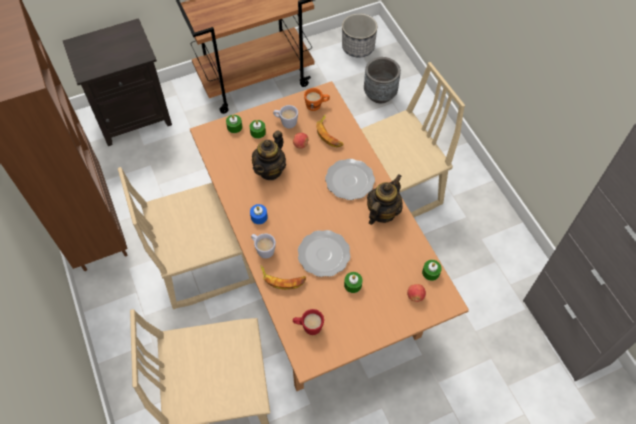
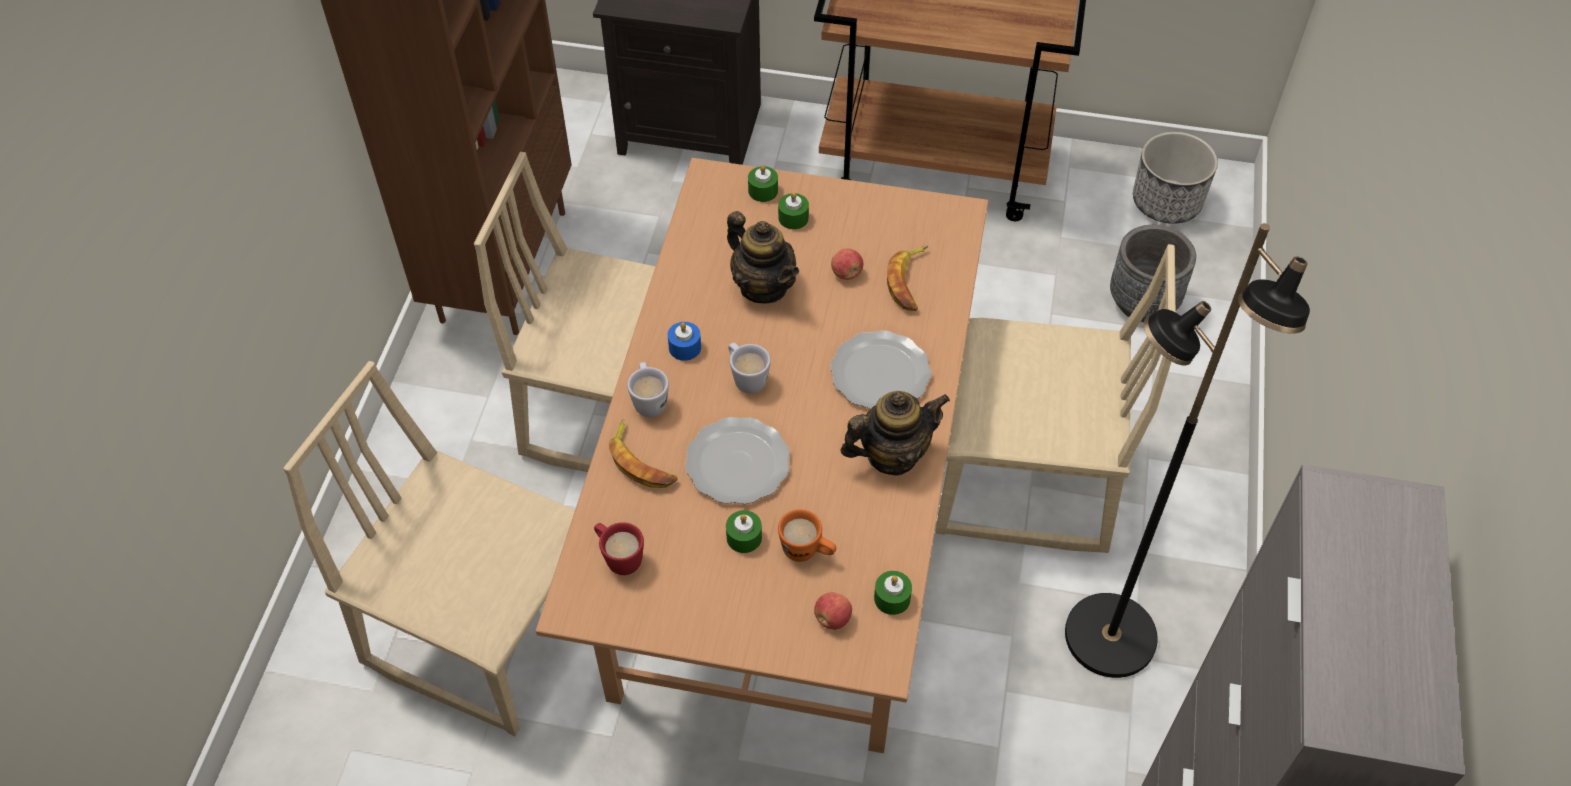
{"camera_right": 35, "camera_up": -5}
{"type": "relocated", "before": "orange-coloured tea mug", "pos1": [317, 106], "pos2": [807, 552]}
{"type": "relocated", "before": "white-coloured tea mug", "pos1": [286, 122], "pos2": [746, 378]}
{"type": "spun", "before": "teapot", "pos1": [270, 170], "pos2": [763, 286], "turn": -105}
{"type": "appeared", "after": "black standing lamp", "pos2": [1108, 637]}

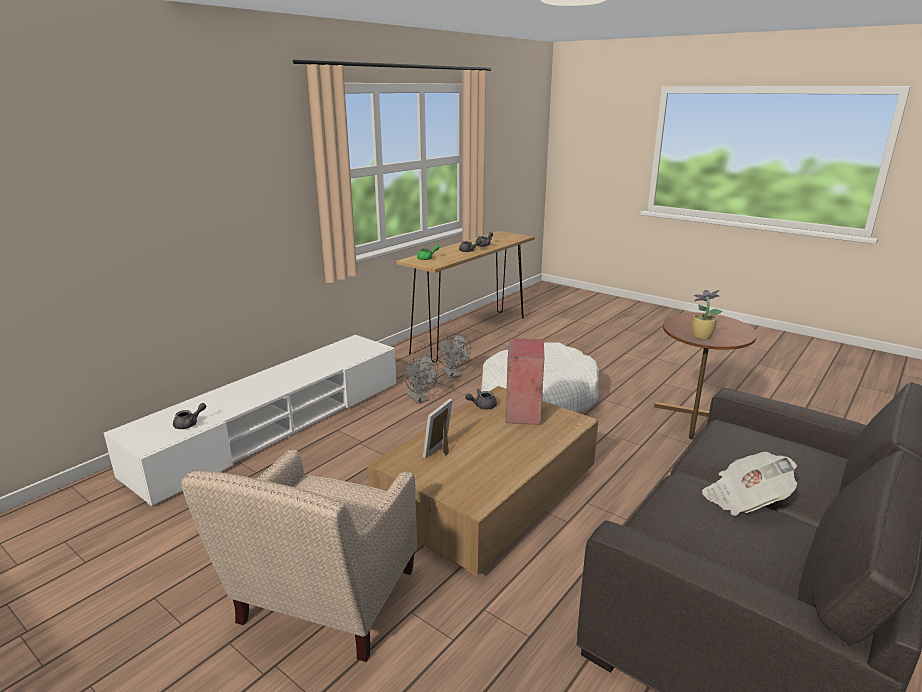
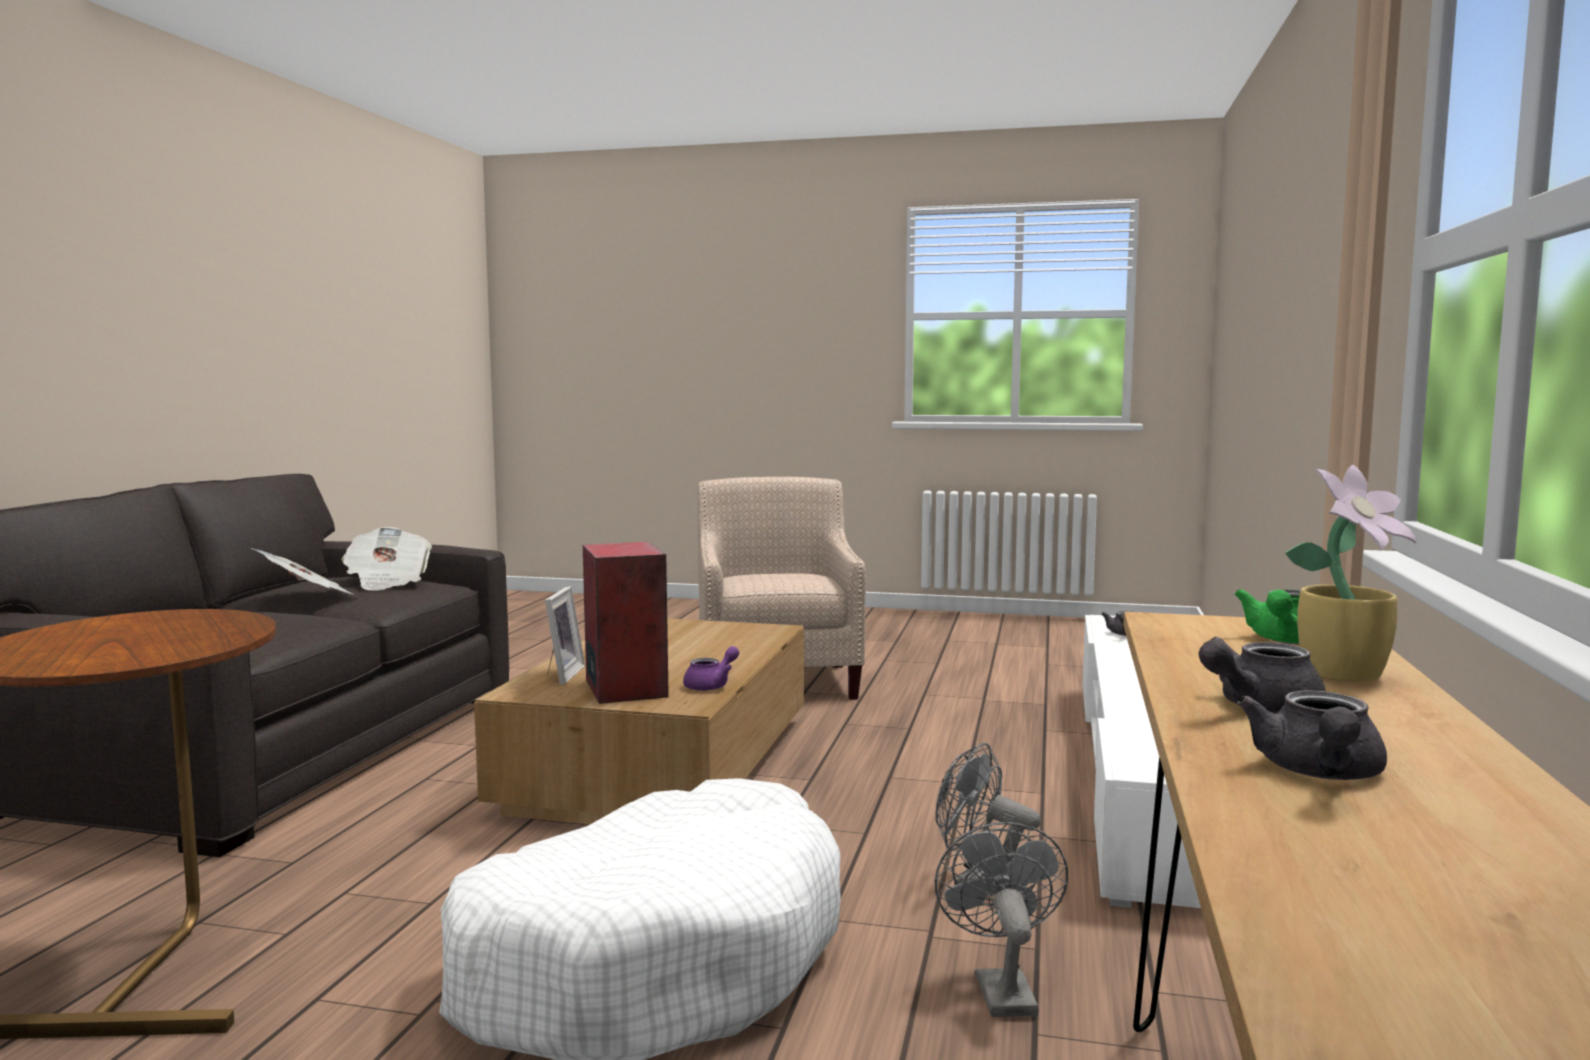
{"camera_right": 155, "camera_up": -15}
{"type": "relocated", "before": "plant in a pot", "pos1": [700, 336], "pos2": [1346, 674]}
{"type": "spun", "before": "grey fan", "pos1": [453, 375], "pos2": [1000, 988], "turn": 45}
{"type": "colour", "before": "grey teapot", "after": "purple-coloured teapot", "pos1": [482, 406], "pos2": [711, 685]}
{"type": "relocated", "before": "picture frame", "pos1": [441, 450], "pos2": [560, 675]}
{"type": "appeared", "after": "printed paper", "pos2": [387, 582]}

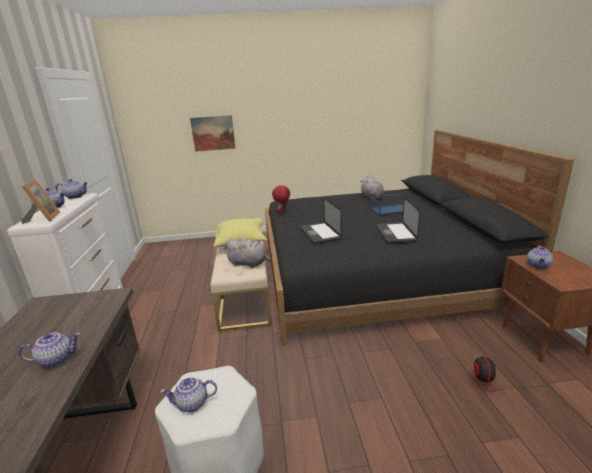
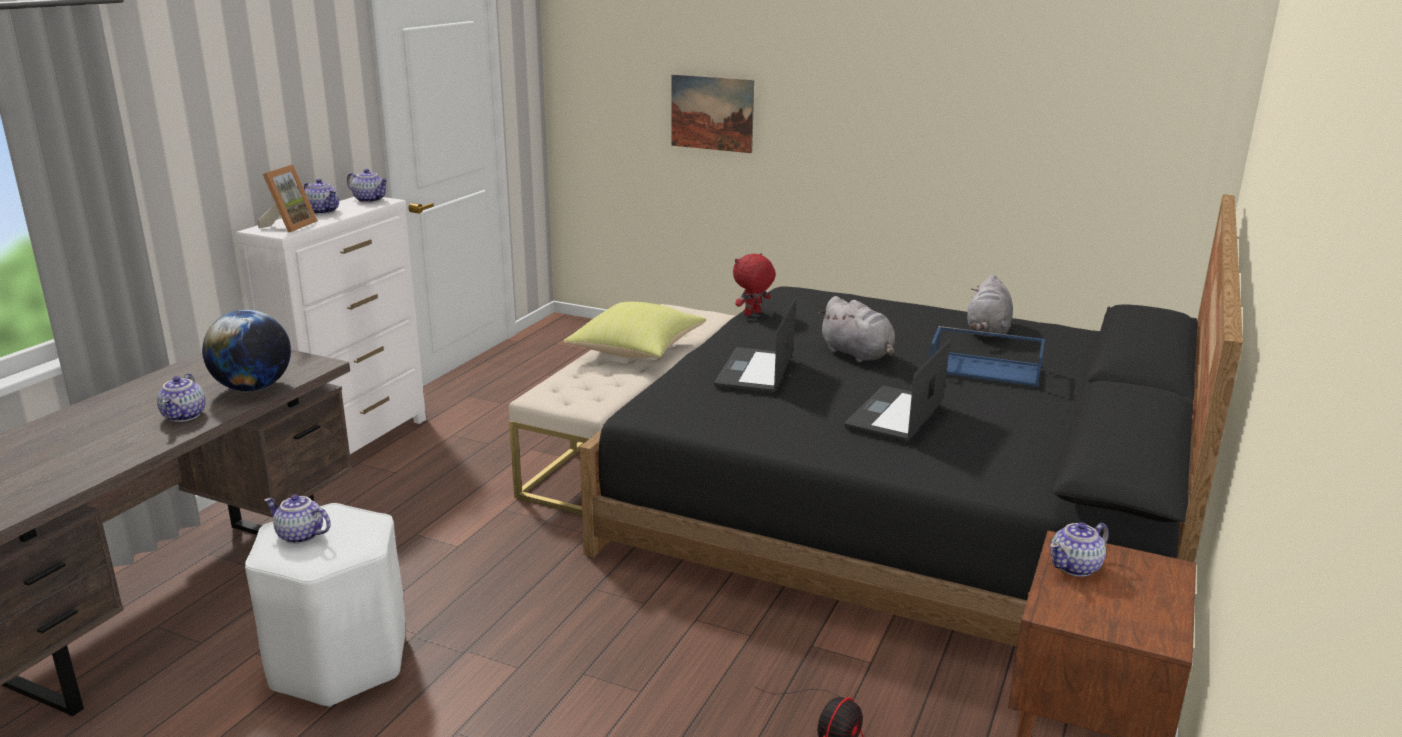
{"camera_right": 30, "camera_up": 0}
{"type": "relocated", "before": "grey plush toy", "pos1": [249, 264], "pos2": [858, 355]}
{"type": "spun", "before": "teapot", "pos1": [57, 359], "pos2": [185, 416], "turn": 75}
{"type": "appeared", "after": "world globe", "pos2": [253, 388]}

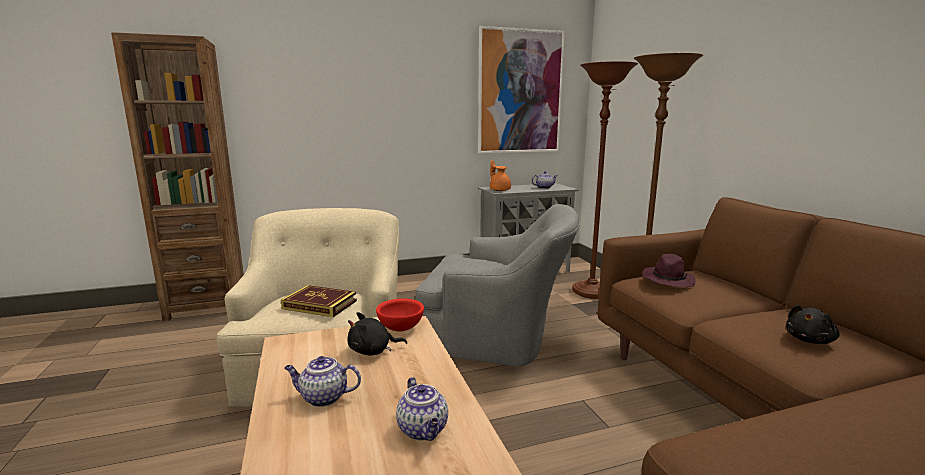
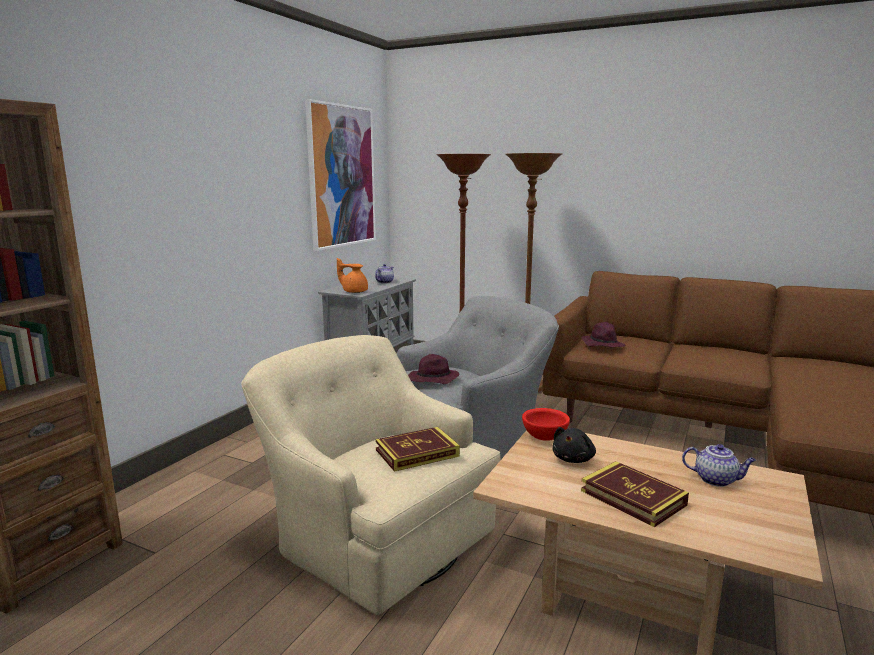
{"camera_right": -45, "camera_up": 0}
{"type": "missing", "before": "black plush toy", "pos1": [810, 340]}
{"type": "exchanged", "before": "teapot", "after": "book", "pos1": [323, 398], "pos2": [633, 498]}
{"type": "appeared", "after": "purple-coloured wearable hat", "pos2": [432, 379]}

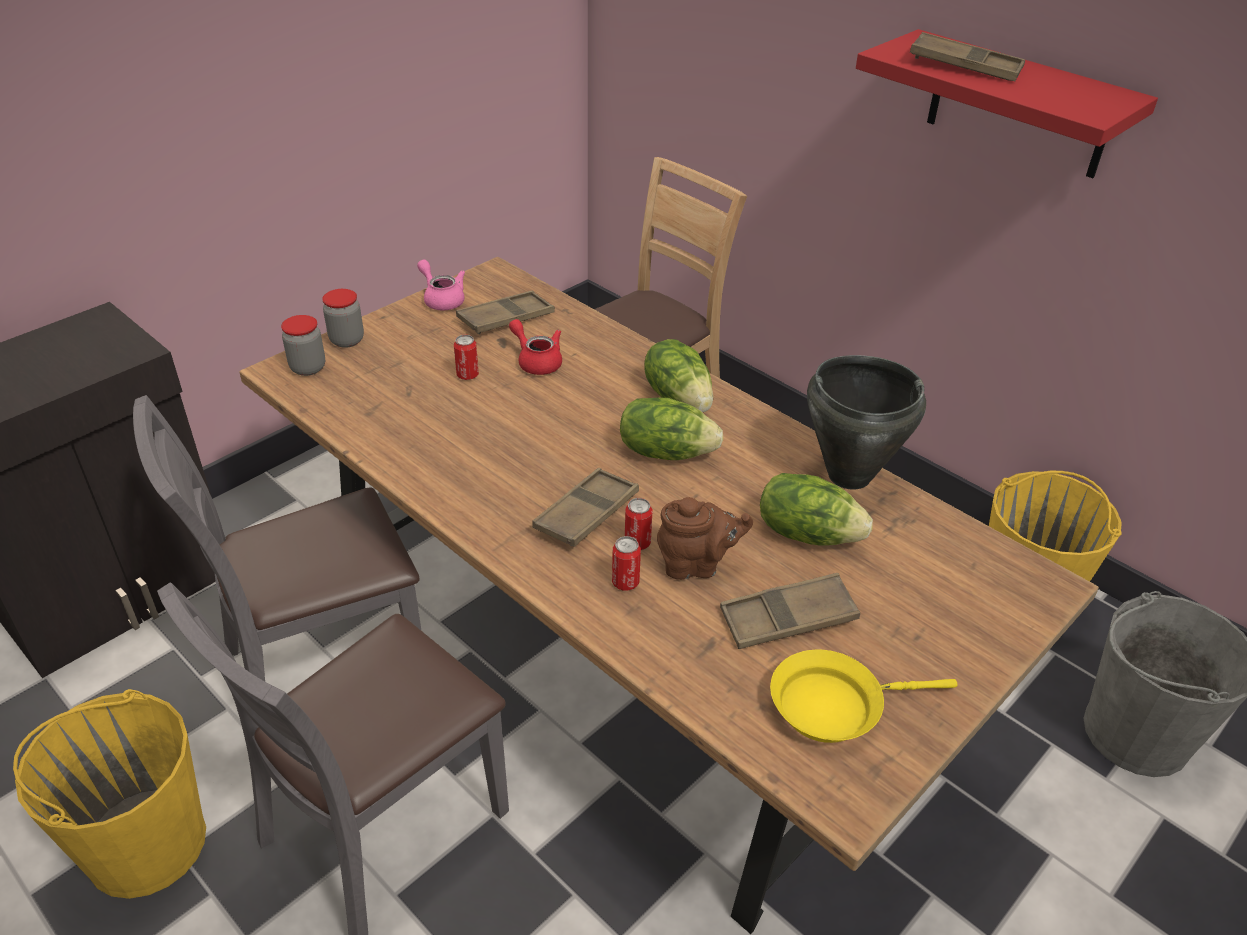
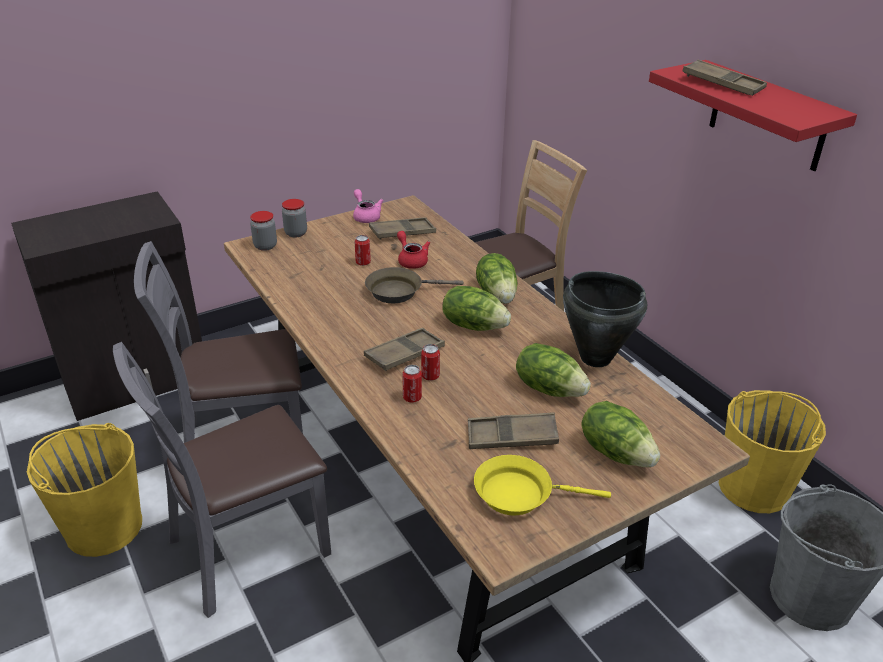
{"camera_right": 15, "camera_up": -5}
{"type": "missing", "before": "brown teapot", "pos1": [696, 565]}
{"type": "appeared", "after": "brown skillet", "pos2": [399, 291]}
{"type": "appeared", "after": "lettuce head", "pos2": [616, 452]}

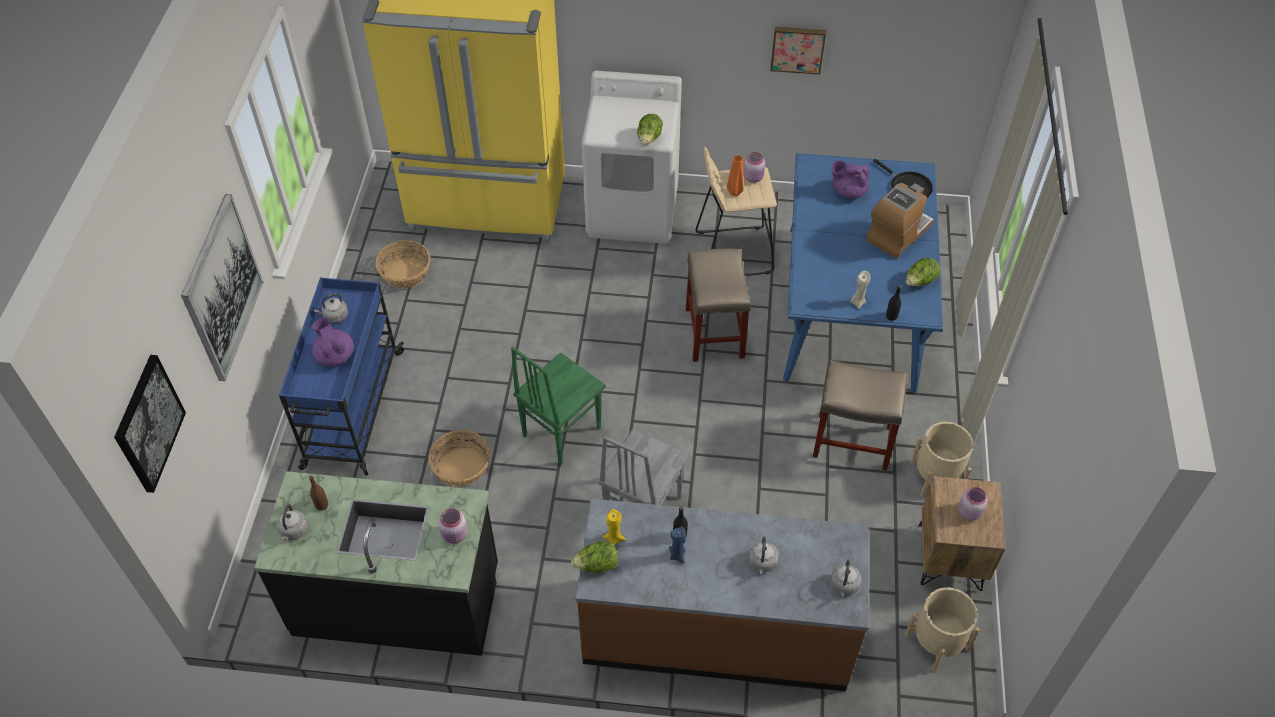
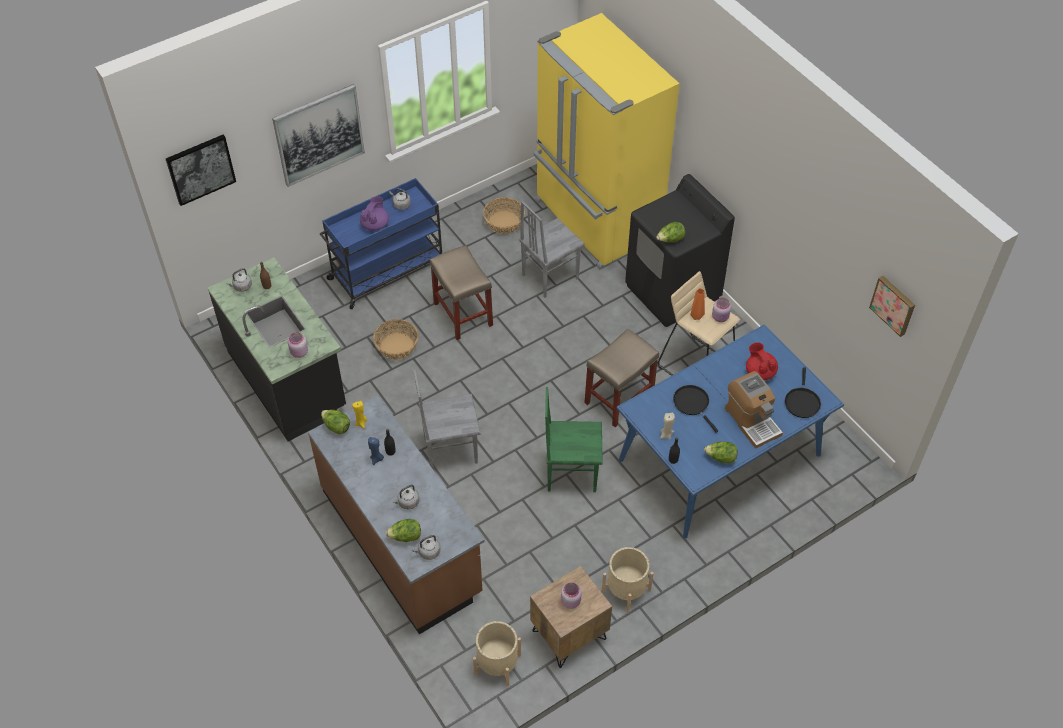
{"camera_right": 50, "camera_up": 0}
{"type": "relocated", "before": "picture", "pos1": [797, 48], "pos2": [893, 305]}
{"type": "colour", "before": "white-coloured laundry appliance", "after": "black laundry appliance", "pos1": [633, 211], "pos2": [673, 292]}
{"type": "colour", "before": "purple-coloured teapot", "after": "reddish teapot", "pos1": [848, 191], "pos2": [760, 372]}
{"type": "spun", "before": "coffee maker", "pos1": [898, 233], "pos2": [752, 421], "turn": 60}
{"type": "relocated", "before": "green upright chair", "pos1": [560, 431], "pos2": [571, 473]}
{"type": "relocated", "before": "sand-coloured stool seat", "pos1": [851, 441], "pos2": [462, 313]}
{"type": "appeared", "after": "grey upright chair", "pos2": [549, 276]}
{"type": "appeared", "after": "black skillet", "pos2": [692, 404]}
{"type": "appeared", "after": "lettuce head", "pos2": [405, 537]}

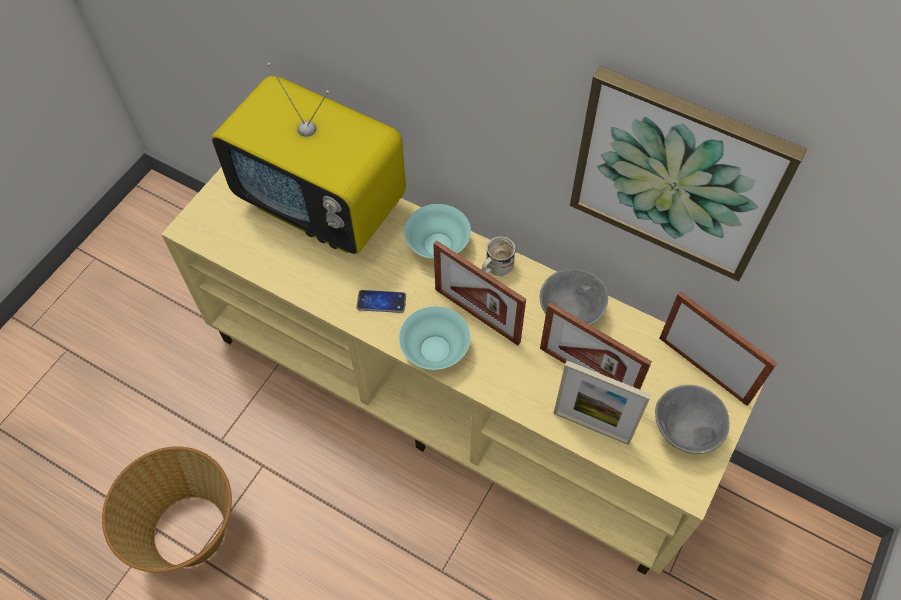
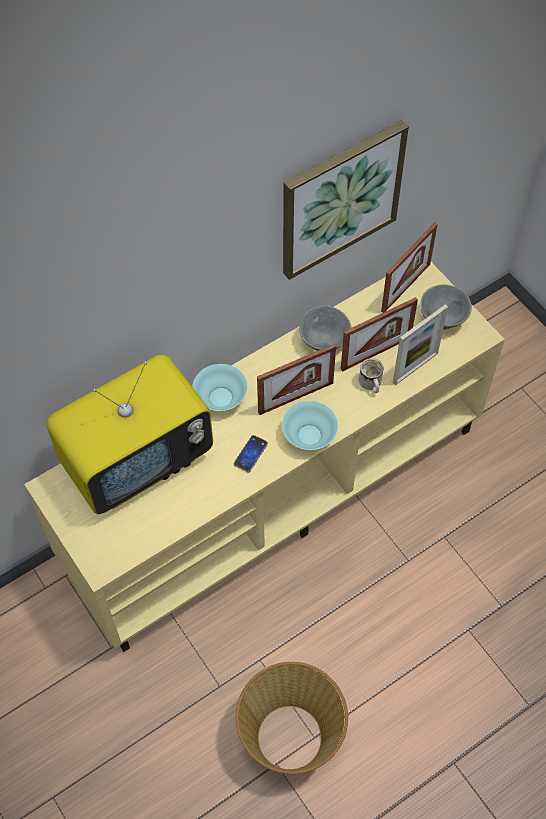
{"camera_right": -65, "camera_up": 0}
{"type": "relocated", "before": "white-coloured tea mug", "pos1": [495, 267], "pos2": [371, 384]}
{"type": "spun", "before": "picture frame", "pos1": [703, 370], "pos2": [405, 287], "turn": 150}

